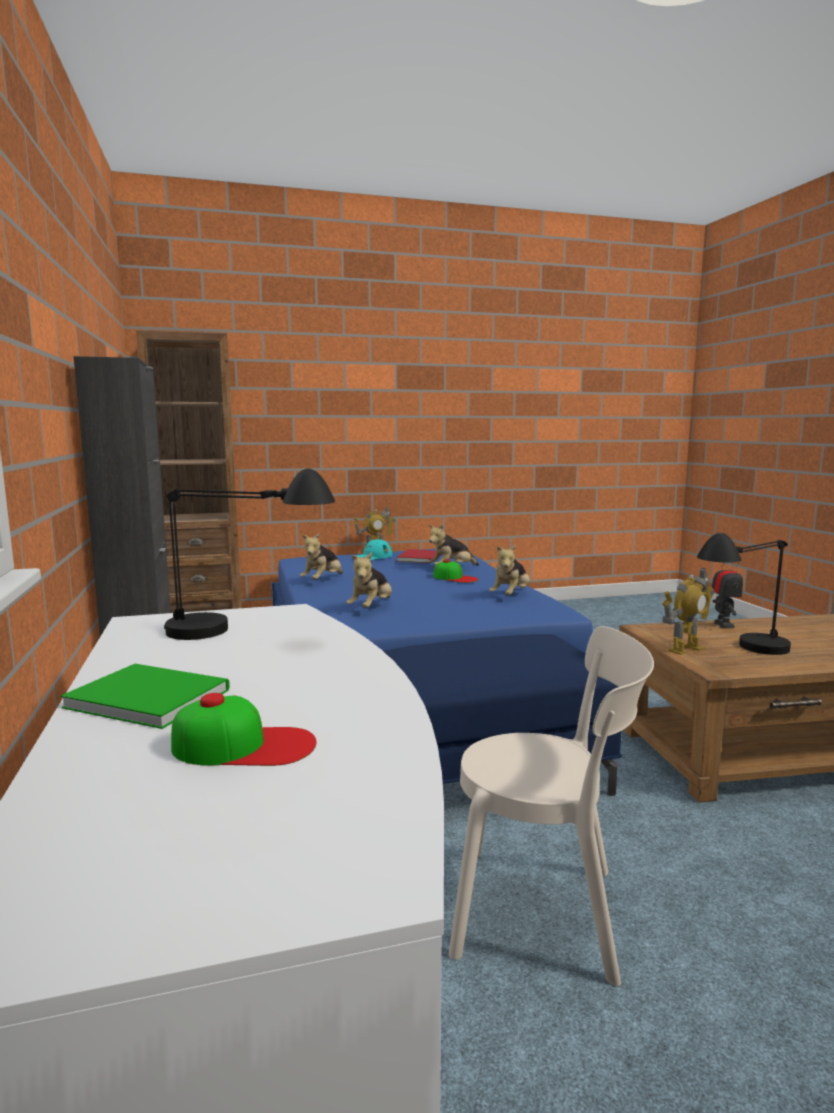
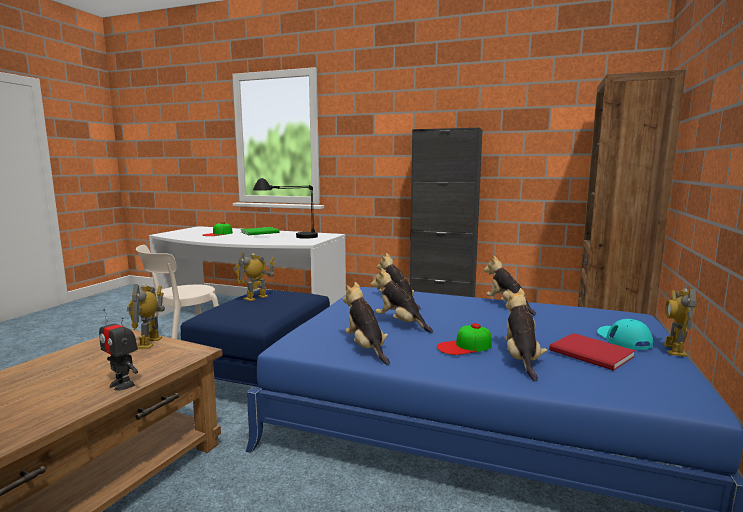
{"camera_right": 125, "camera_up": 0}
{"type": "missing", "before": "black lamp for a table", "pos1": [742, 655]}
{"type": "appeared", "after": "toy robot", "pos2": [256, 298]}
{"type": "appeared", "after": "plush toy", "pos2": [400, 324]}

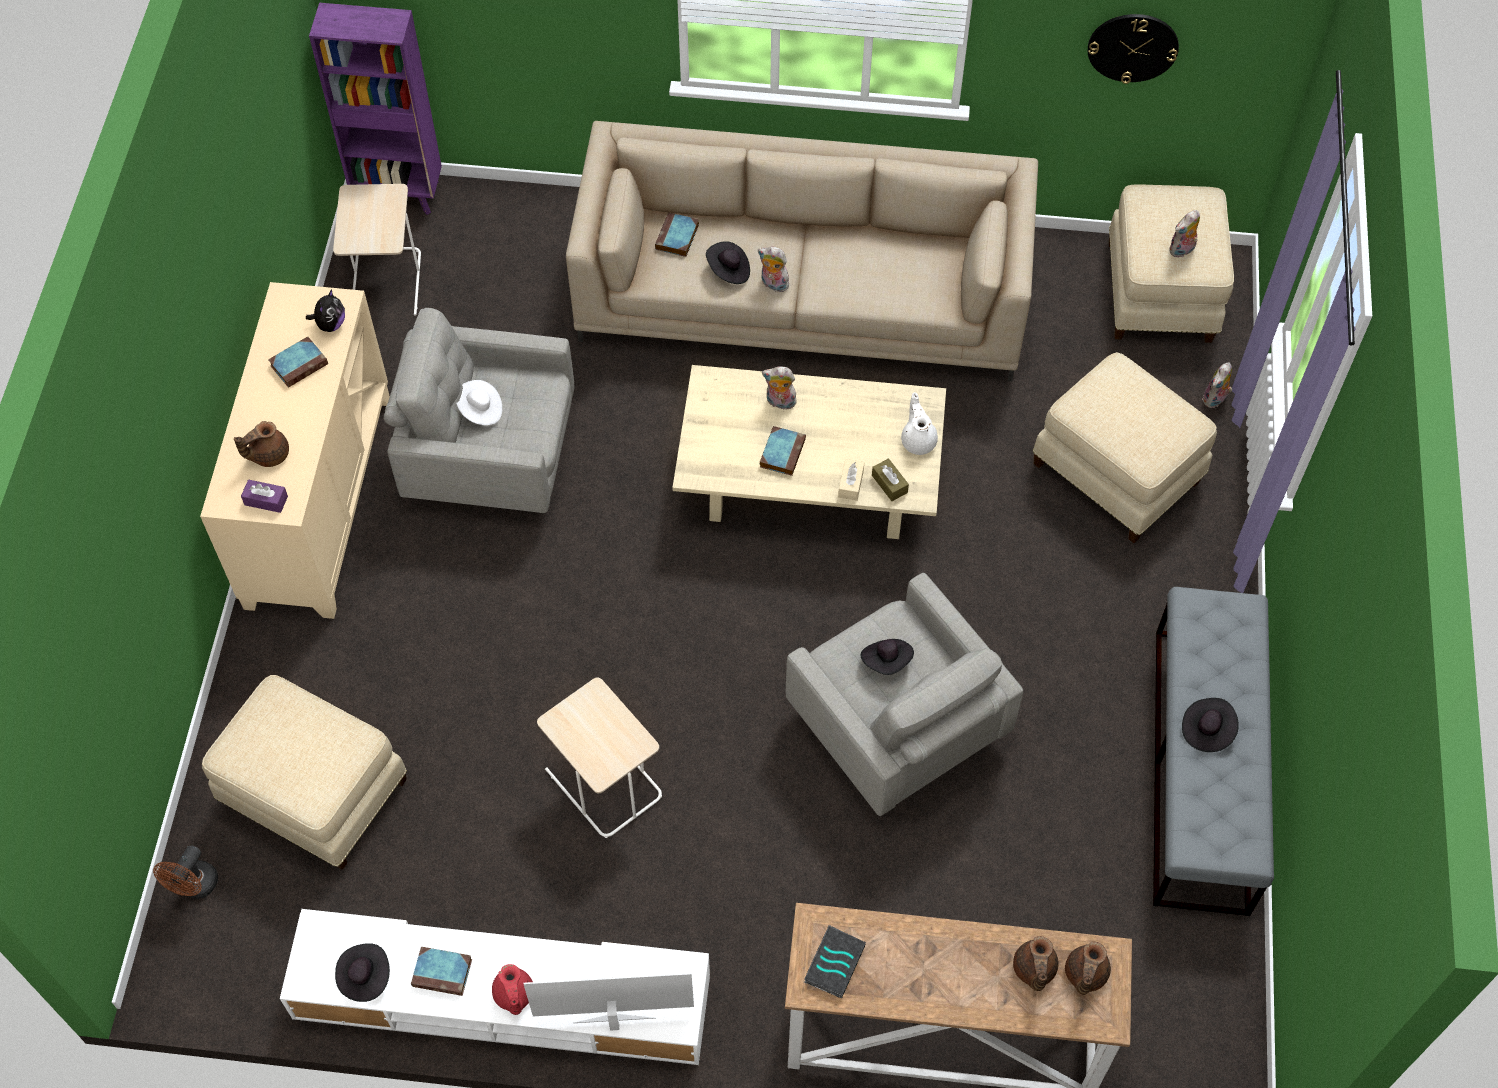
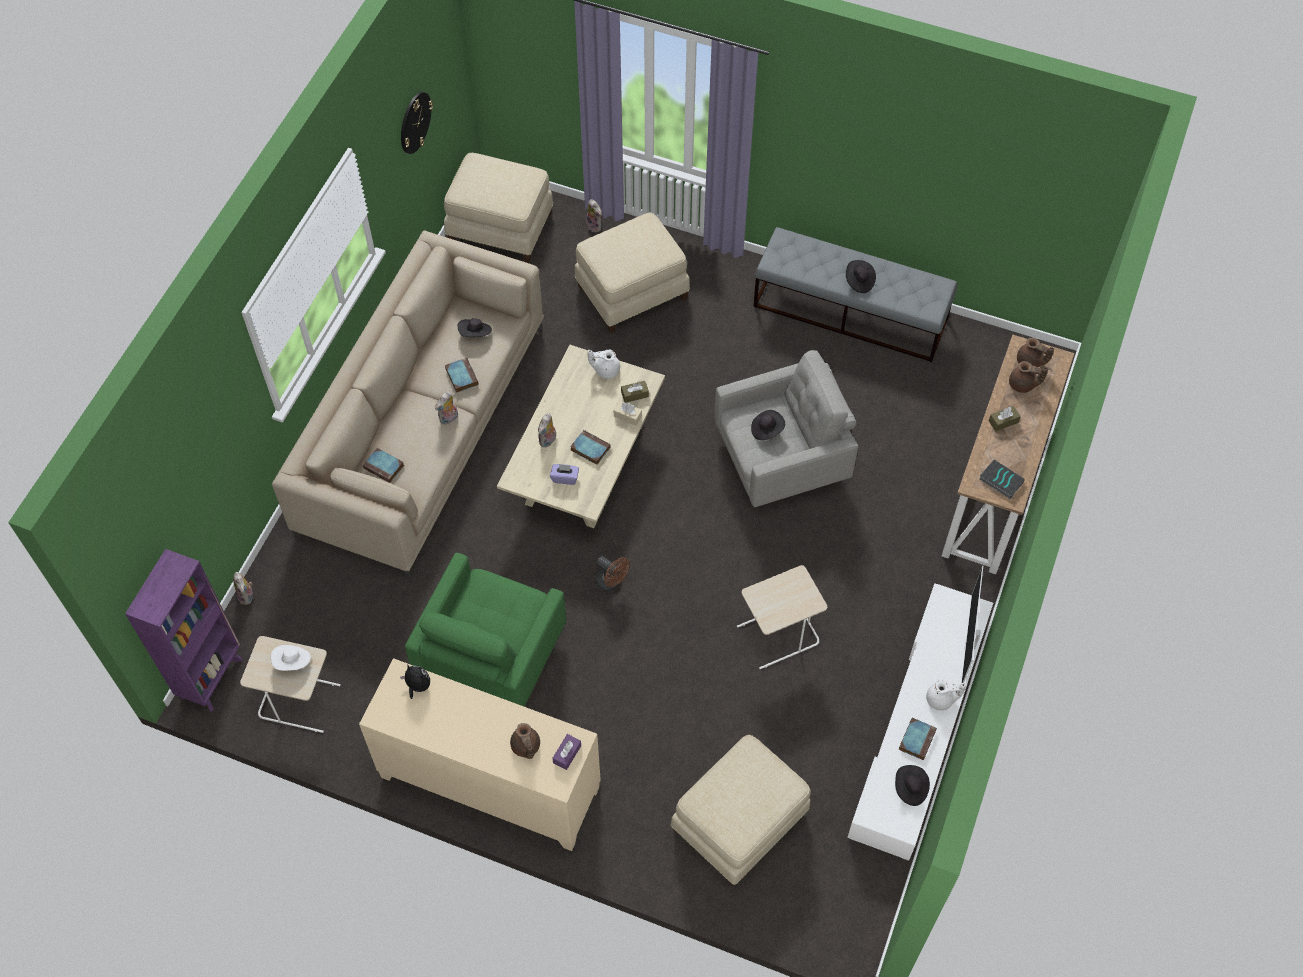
{"camera_right": -75, "camera_up": 0}
{"type": "relocated", "before": "plush toy", "pos1": [1182, 250], "pos2": [247, 596]}
{"type": "relocated", "before": "black wearable hat", "pos1": [729, 271], "pos2": [475, 333]}
{"type": "colour", "before": "grey lounge chair", "after": "green lounge chair", "pos1": [490, 455], "pos2": [490, 656]}
{"type": "relocated", "before": "book", "pos1": [300, 364], "pos2": [461, 376]}
{"type": "relocated", "before": "white-coloured wearable hat", "pos1": [480, 410], "pos2": [292, 662]}
{"type": "relocated", "before": "brown fan", "pos1": [195, 887], "pos2": [611, 583]}
{"type": "colour", "before": "reddish teapot", "after": "white-coloured teapot", "pos1": [513, 995], "pos2": [941, 700]}
{"type": "appeared", "after": "brown tissue holder", "pos2": [1003, 421]}
{"type": "appeared", "after": "purple-coloured tissue holder", "pos2": [565, 478]}

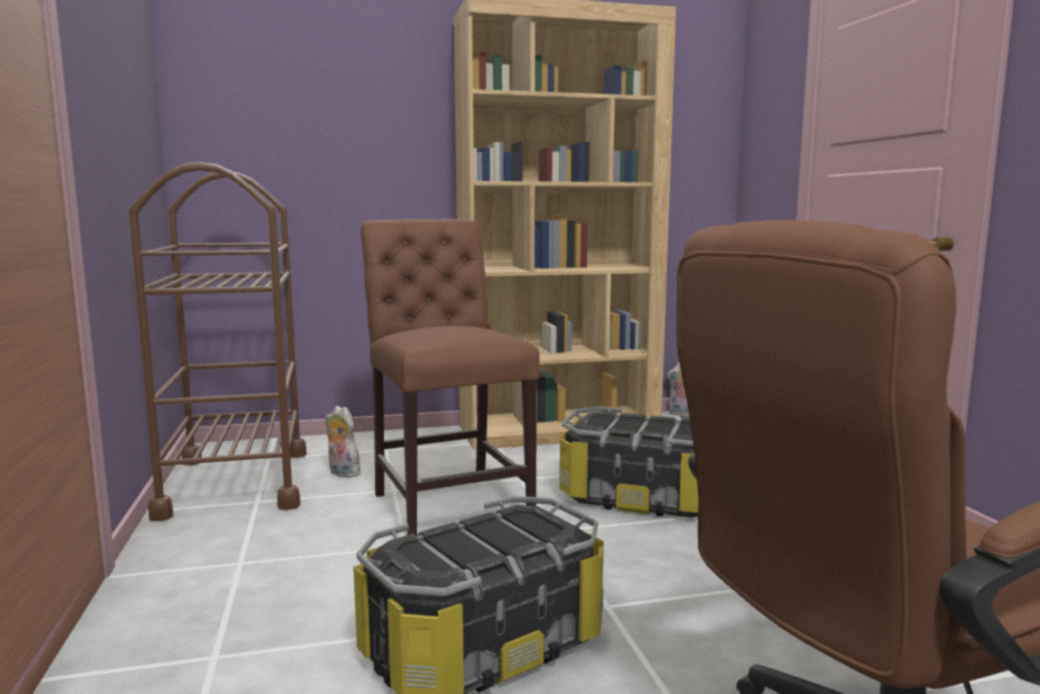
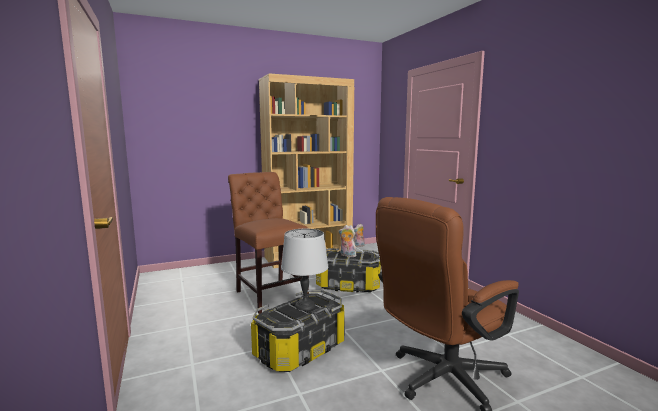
{"camera_right": -10, "camera_up": 0}
{"type": "missing", "before": "brown wheeled cart", "pos1": [236, 483]}
{"type": "relocated", "before": "plush toy", "pos1": [341, 473], "pos2": [347, 255]}
{"type": "appeared", "after": "grey lamp for a table", "pos2": [305, 306]}

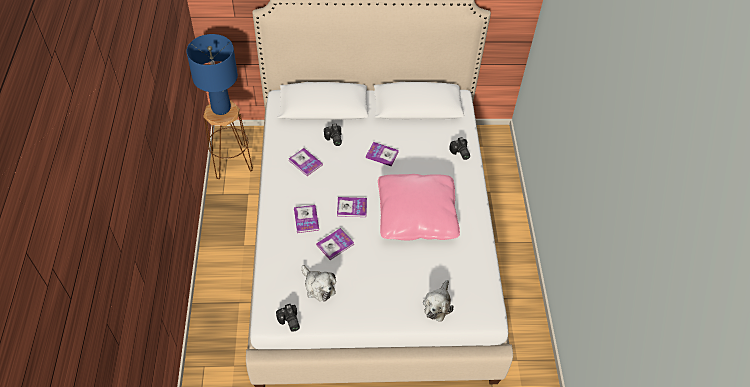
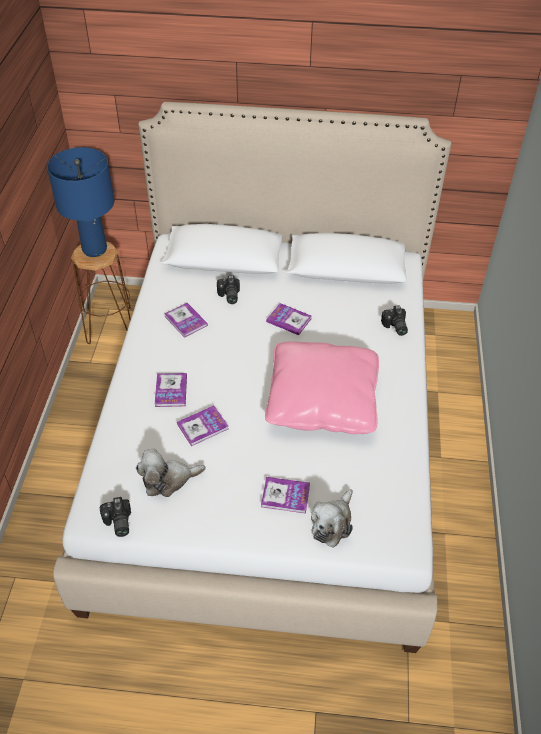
{"camera_right": 10, "camera_up": -5}
{"type": "relocated", "before": "book", "pos1": [352, 207], "pos2": [285, 496]}
{"type": "spun", "before": "plush toy", "pos1": [318, 287], "pos2": [168, 480], "turn": 105}

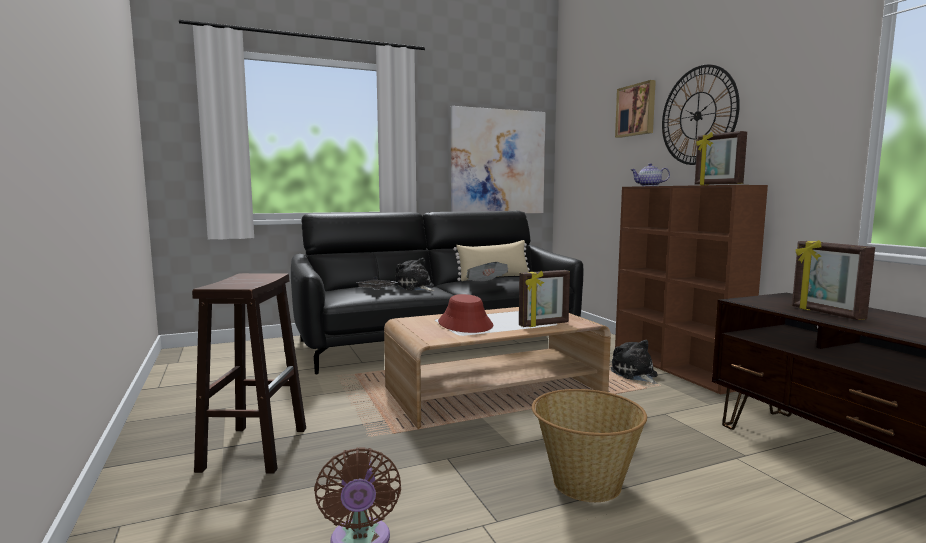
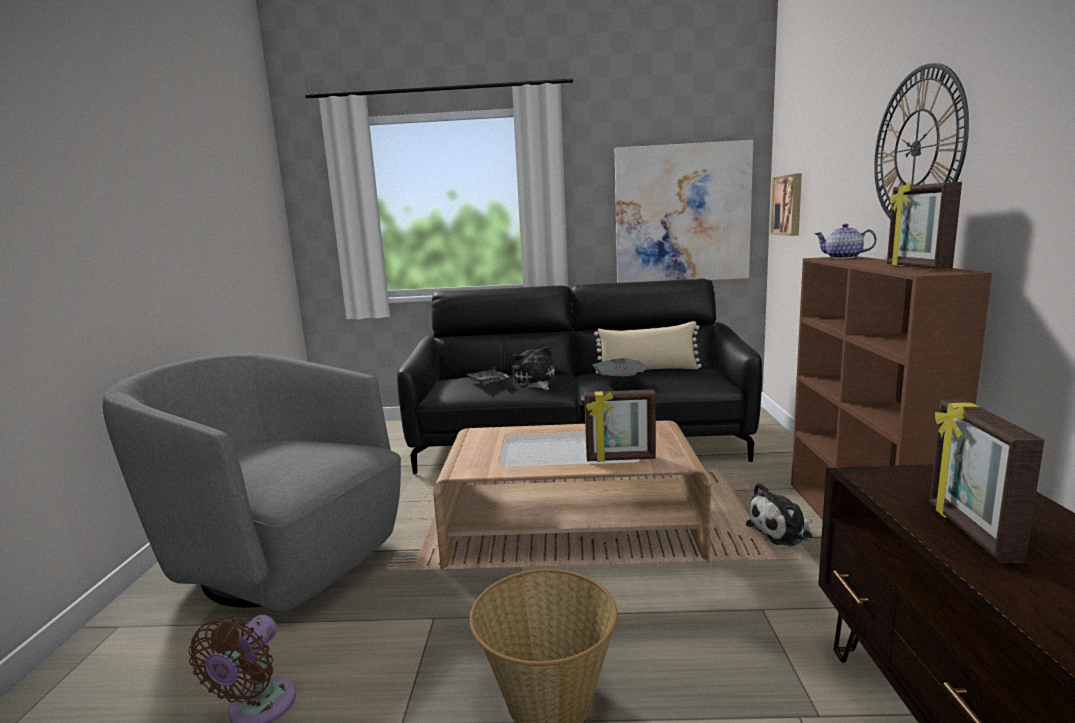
{"camera_right": 25, "camera_up": 5}
{"type": "relocated", "before": "picture", "pos1": [636, 110], "pos2": [788, 205]}
{"type": "exchanged", "before": "brown stool seat", "after": "grey lounge chair", "pos1": [255, 448], "pos2": [282, 561]}
{"type": "missing", "before": "reddish wearable hat", "pos1": [465, 324]}
{"type": "spun", "before": "plush toy", "pos1": [635, 374], "pos2": [782, 531], "turn": -120}

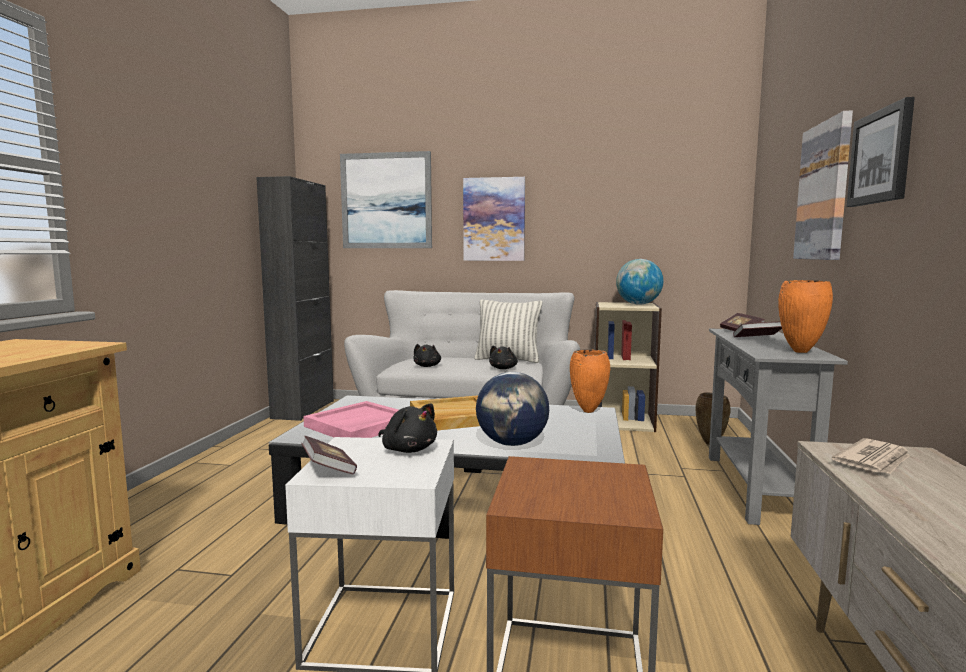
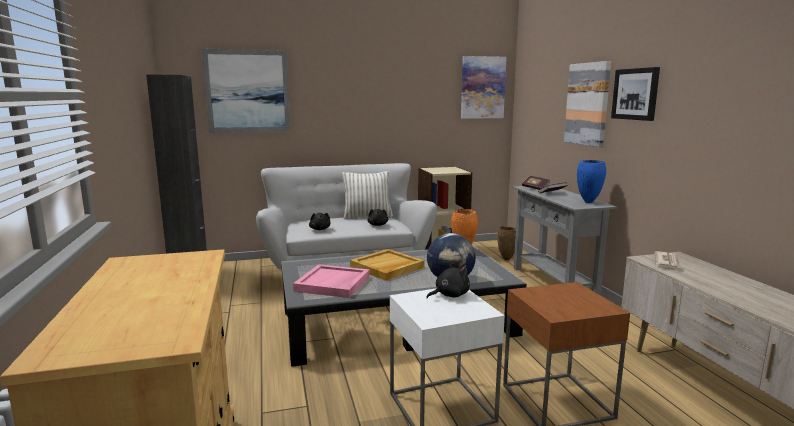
{"camera_right": -25, "camera_up": 5}
{"type": "relocated", "before": "picture", "pos1": [494, 219], "pos2": [482, 87]}
{"type": "missing", "before": "world globe", "pos1": [638, 304]}
{"type": "colour", "before": "orange-coloured vase", "after": "bluish vase", "pos1": [800, 352], "pos2": [588, 202]}
{"type": "spun", "before": "black plush toy", "pos1": [408, 449], "pos2": [449, 295], "turn": -45}
{"type": "missing", "before": "book", "pos1": [328, 470]}

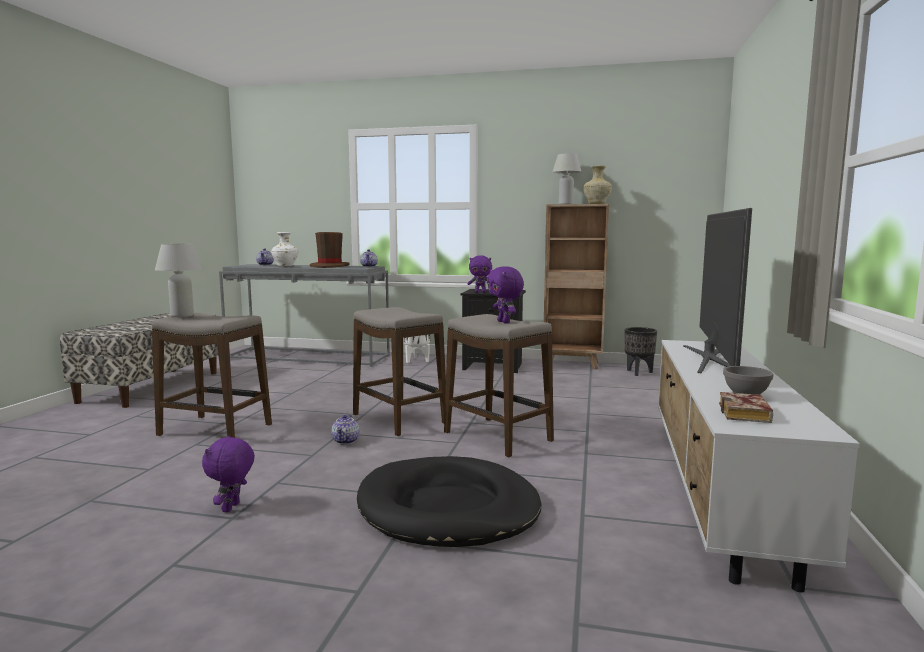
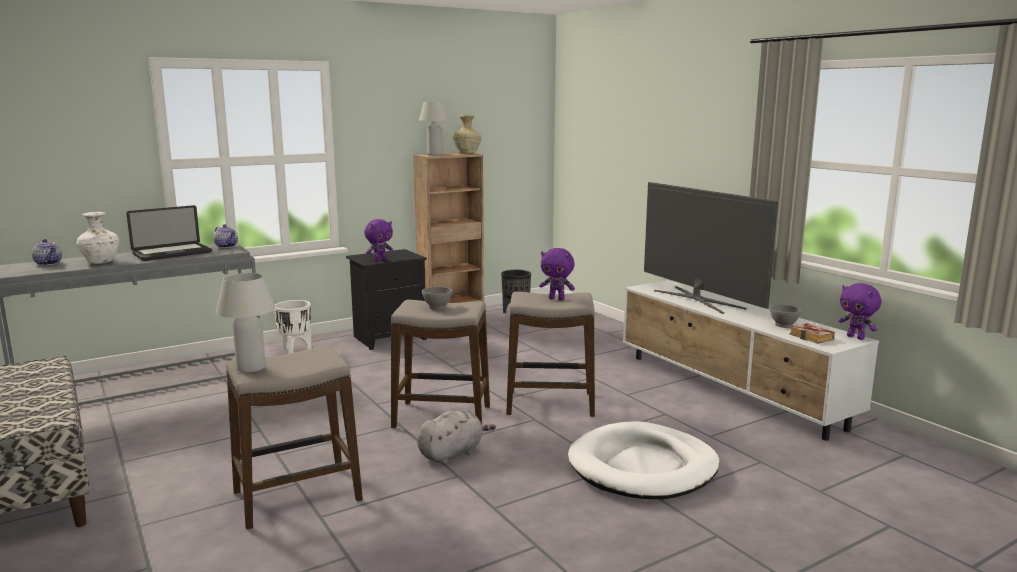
{"camera_right": -45, "camera_up": 5}
{"type": "exchanged", "before": "brown wearable hat", "after": "notebook computer", "pos1": [330, 266], "pos2": [172, 253]}
{"type": "exchanged", "before": "teapot", "after": "grey plush toy", "pos1": [346, 441], "pos2": [452, 453]}
{"type": "relocated", "before": "purple-coloured plush toy", "pos1": [232, 508], "pos2": [856, 337]}
{"type": "colour", "before": "black dog cushion", "after": "white-coloured dog cushion", "pos1": [448, 508], "pos2": [643, 467]}
{"type": "appeared", "after": "grey serving bowl", "pos2": [438, 307]}

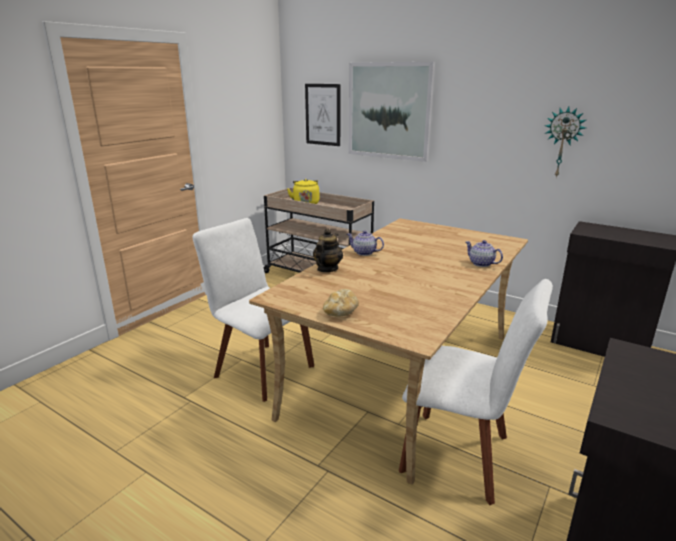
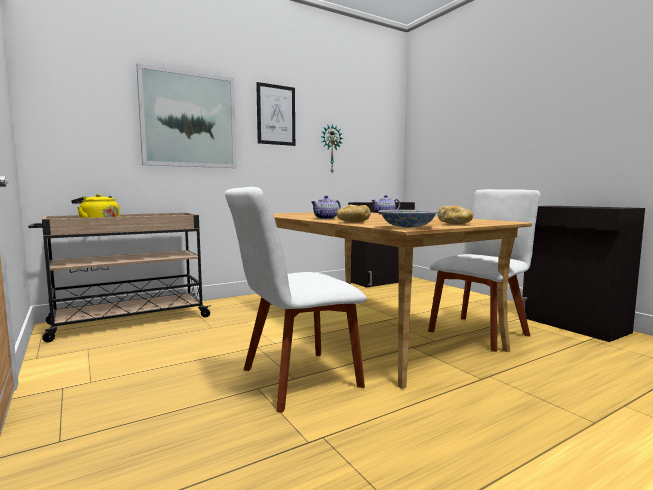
{"camera_right": -65, "camera_up": -15}
{"type": "relocated", "before": "picture", "pos1": [323, 114], "pos2": [276, 115]}
{"type": "exchanged", "before": "teapot", "after": "bakery bread", "pos1": [327, 269], "pos2": [352, 222]}
{"type": "appeared", "after": "serving bowl", "pos2": [407, 227]}

